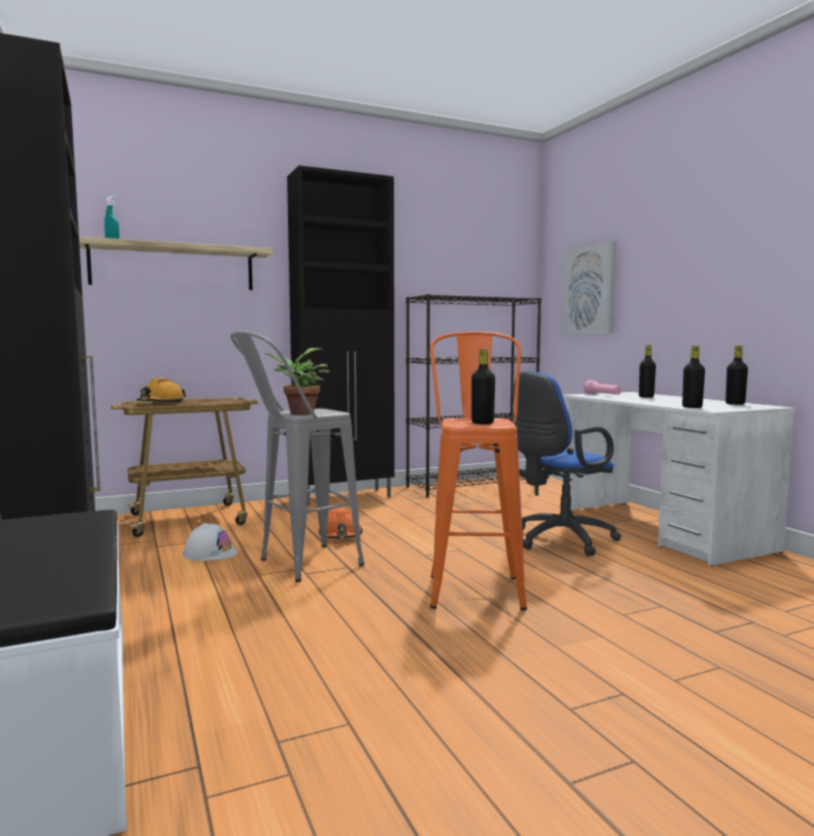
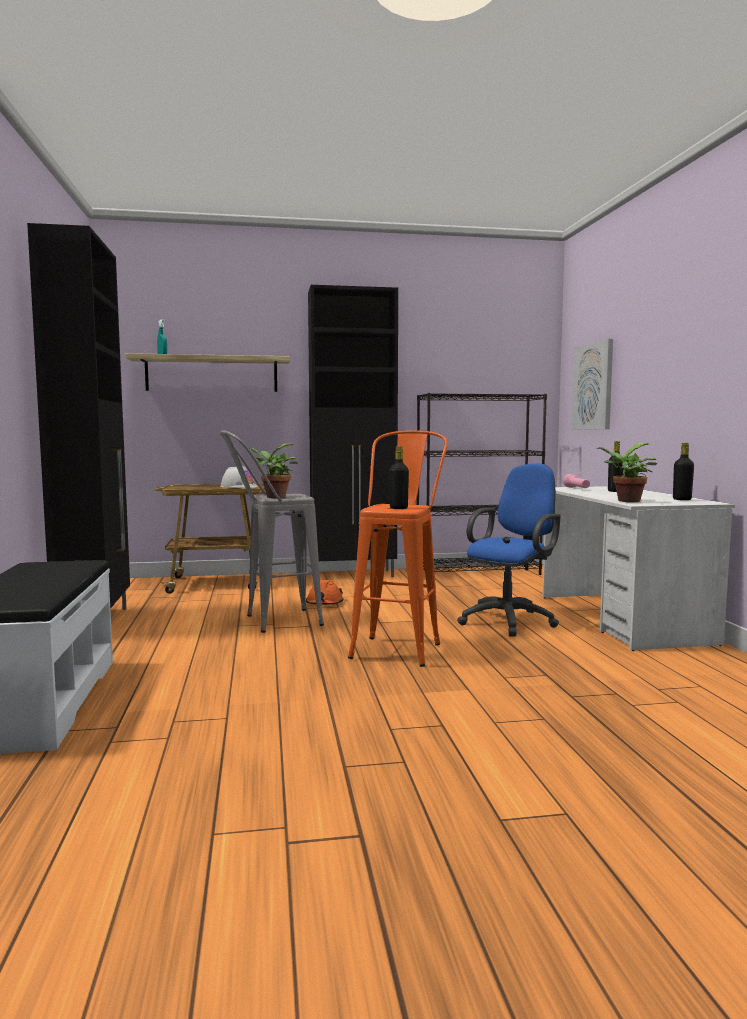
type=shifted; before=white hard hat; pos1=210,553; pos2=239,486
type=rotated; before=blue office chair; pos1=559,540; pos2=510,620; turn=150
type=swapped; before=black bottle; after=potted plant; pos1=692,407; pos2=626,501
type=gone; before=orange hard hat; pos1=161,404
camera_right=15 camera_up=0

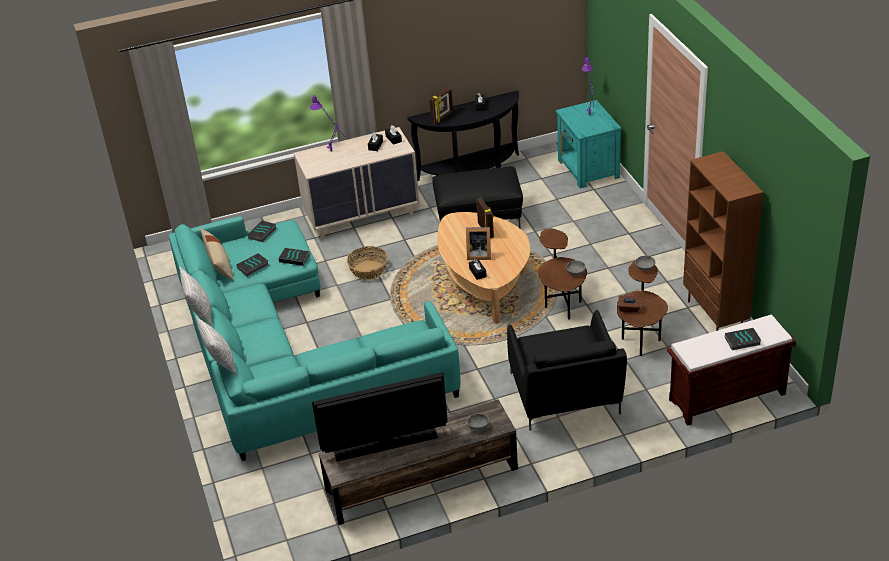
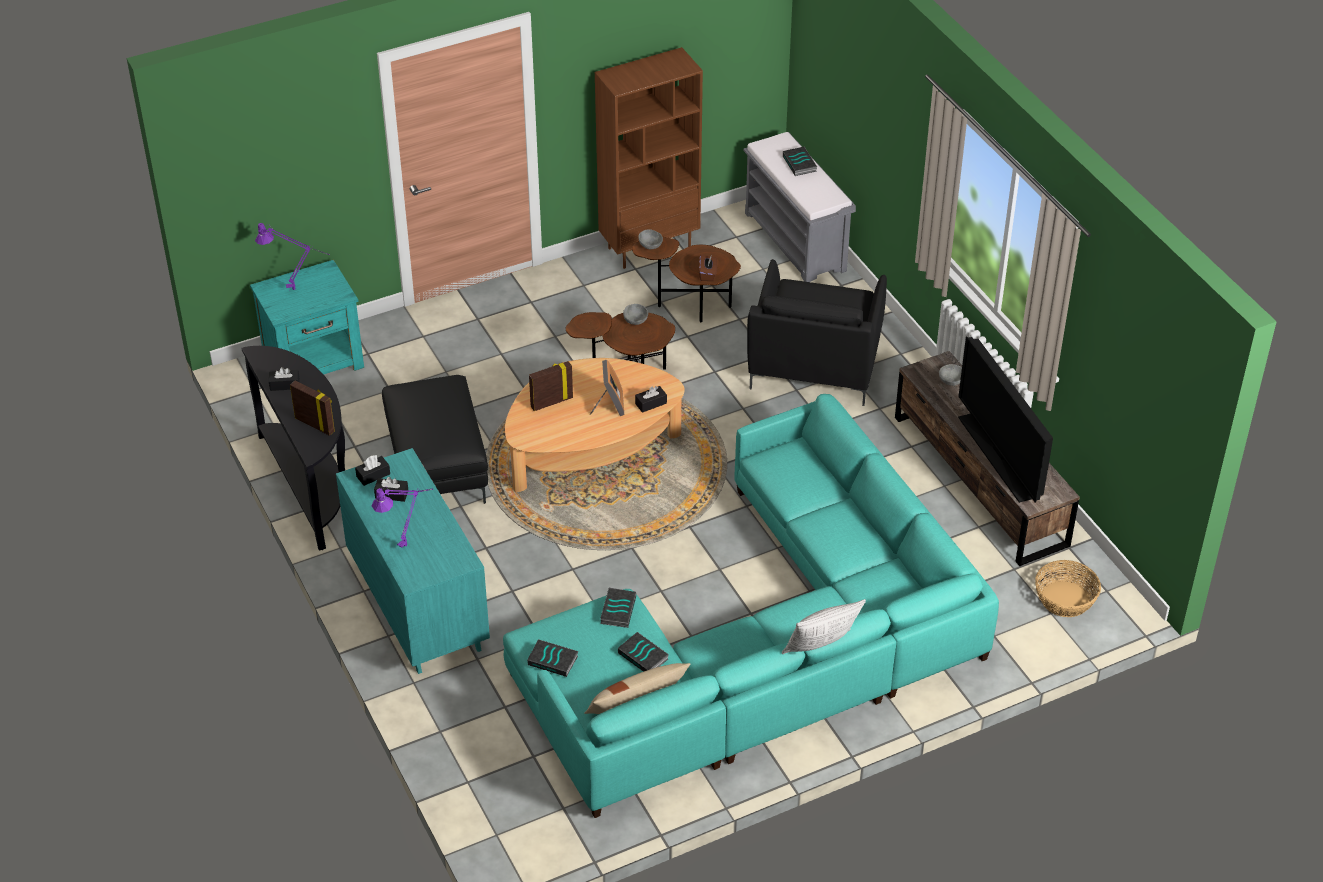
type=repainted; before=beige dresser; after=turquoise dresser; pos1=362,215; pos2=418,606
type=repainted; before=brown bench; after=grey bench; pos1=726,398; pos2=796,242
type=rotated; before=black armchair; pos1=565,396; pos2=813,366; turn=120
type=shifted; before=basket; pos1=368,270; pos2=1065,599
type=gone; before=pillow; pos1=221,363
camera_right=-100 camera_up=5

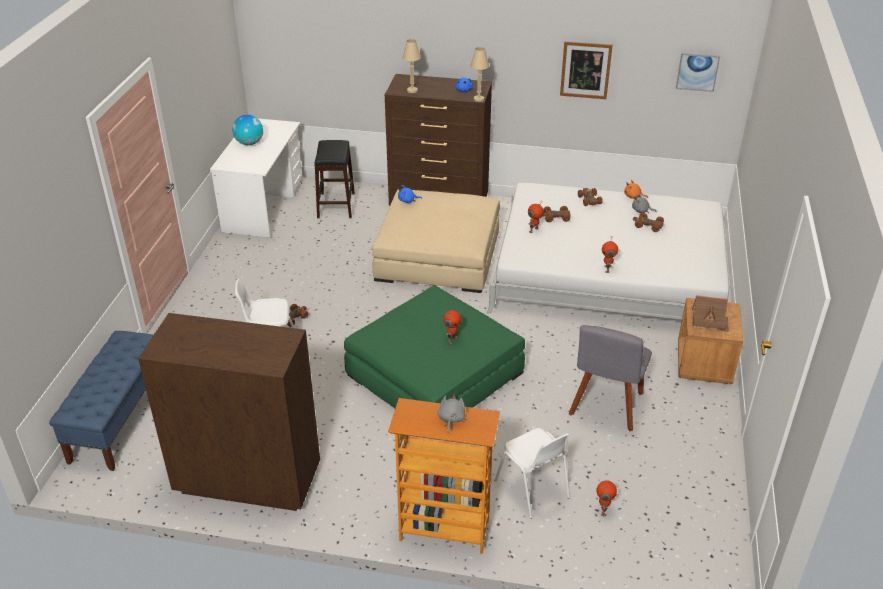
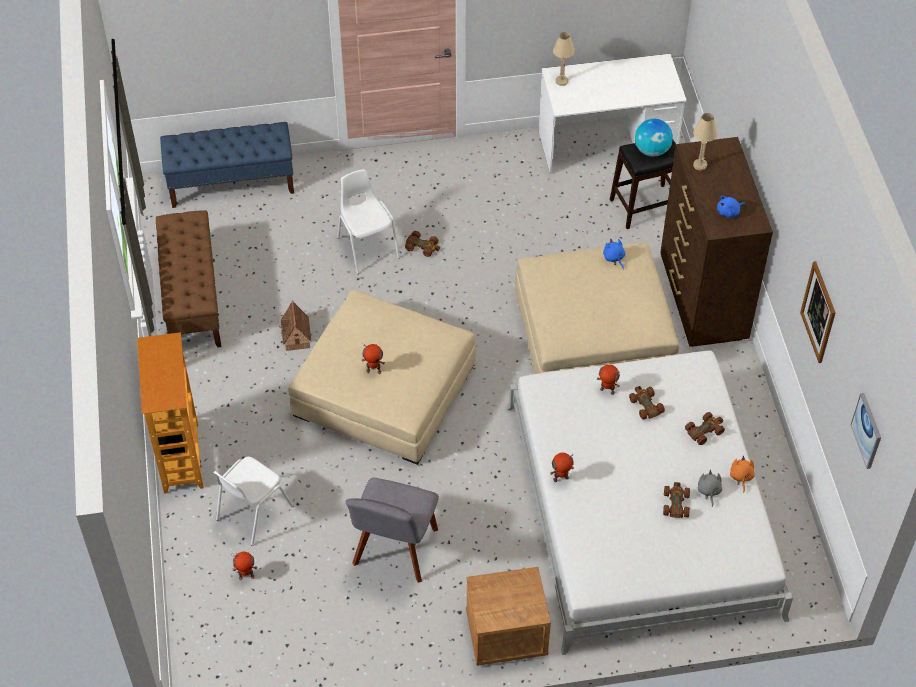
type=swapped; before=brown dresser; after=brown bench; pos1=247,480; pos2=192,299
type=shifted; before=toy house; pos1=709,322; pos2=296,334
type=repainted; before=green ottoman; after=beige ottoman; pos1=434,374; pos2=384,390
type=rotated; before=grey chair; pos1=606,406; pos2=394,551; turn=-75
type=shifted; before=beige table lamp; pos1=478,99; pos2=561,81
type=shifted; before=globe; pos1=249,143; pos2=652,151
type=gone; before=grey plush toy; pos1=451,419
camera_right=70 camera_up=15

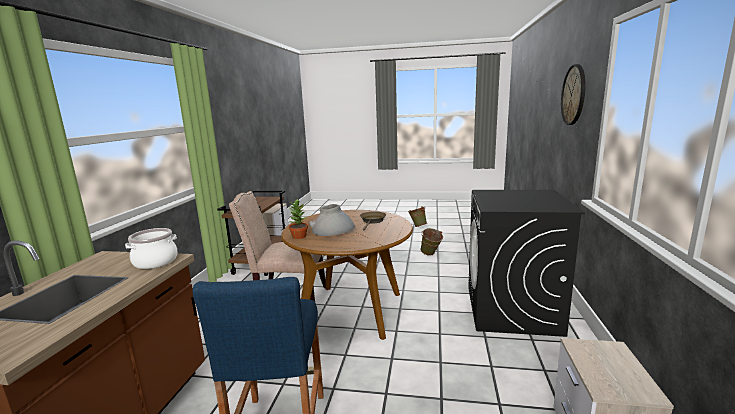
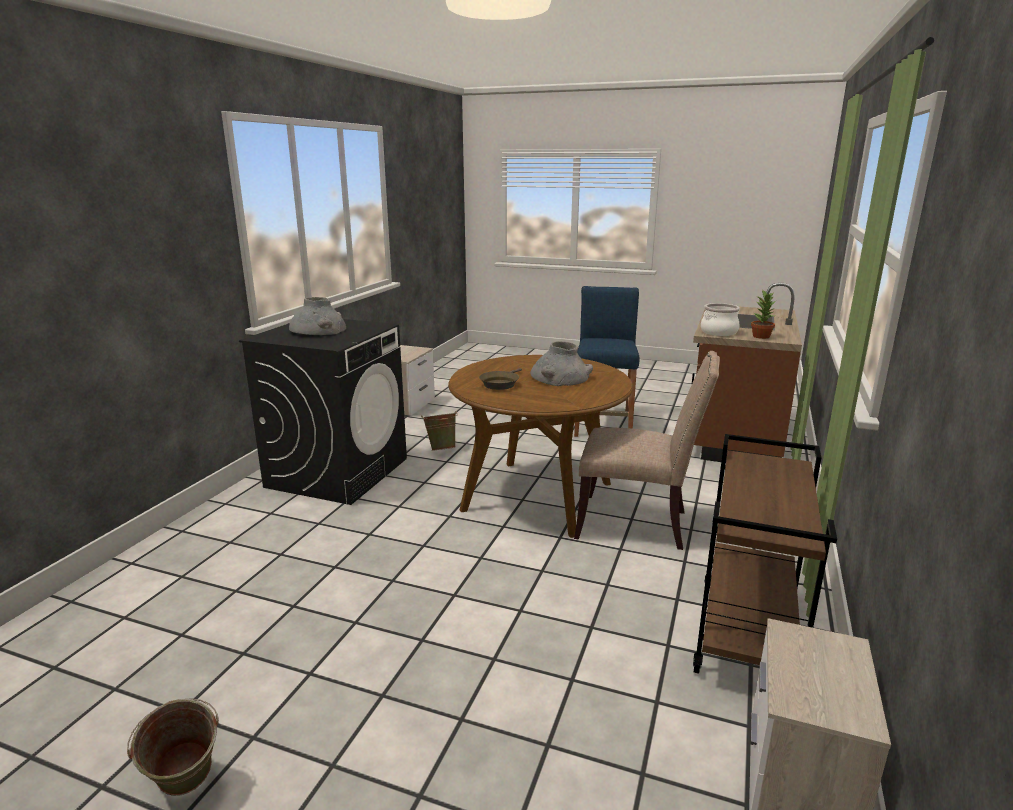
type=new; after=grey vase; pos2=318,330
type=shifted; before=green bucket; pos1=431,255; pos2=441,449
type=shifted; before=potted plant; pos1=299,236; pos2=761,336
type=gone; before=wall clock; pos1=574,95
camera_right=-170 camera_up=5

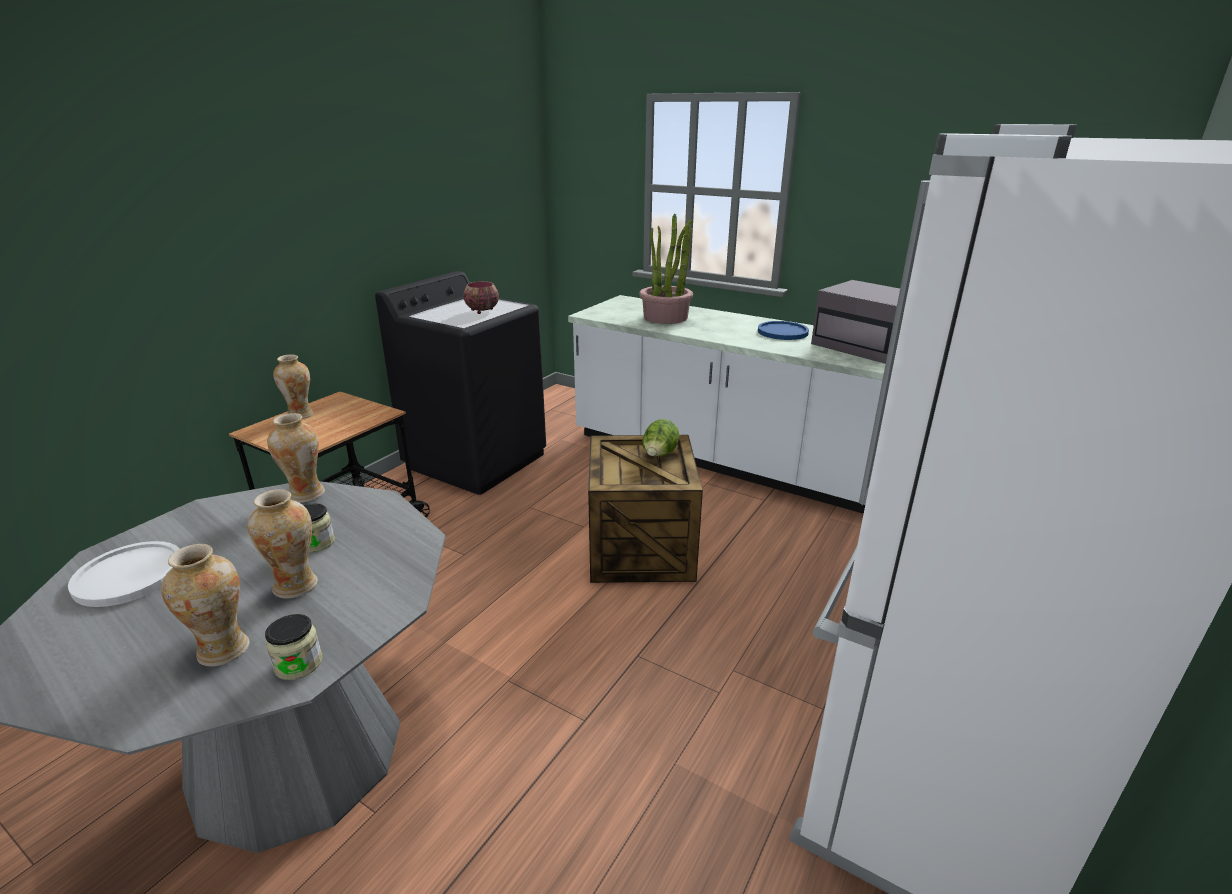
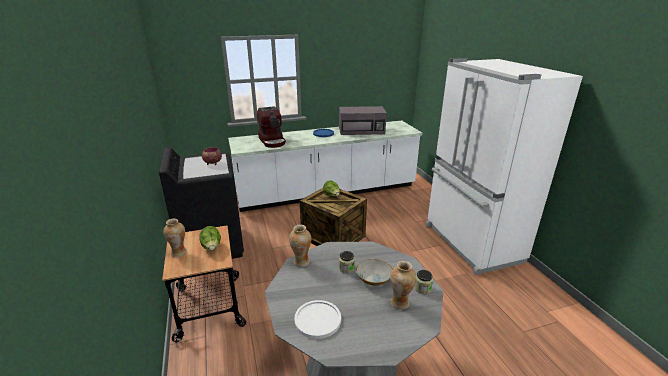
type=new; after=lettuce; pos2=212,247
type=swapped; before=potted plant; after=coffee machine; pos1=665,317; pos2=272,141
type=swapped; before=vase; after=bowl; pos1=296,586; pos2=373,279
camera_right=-50 camera_up=0

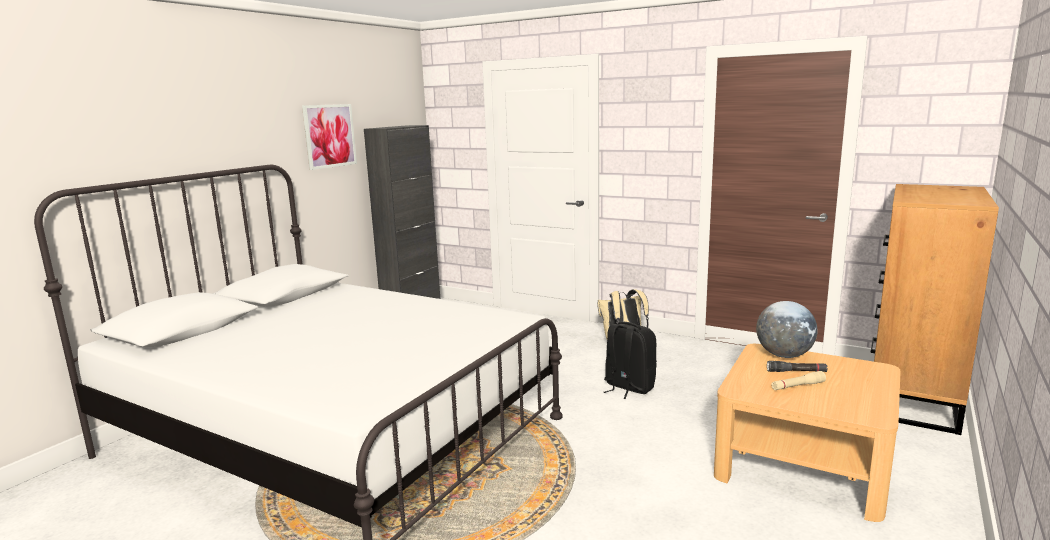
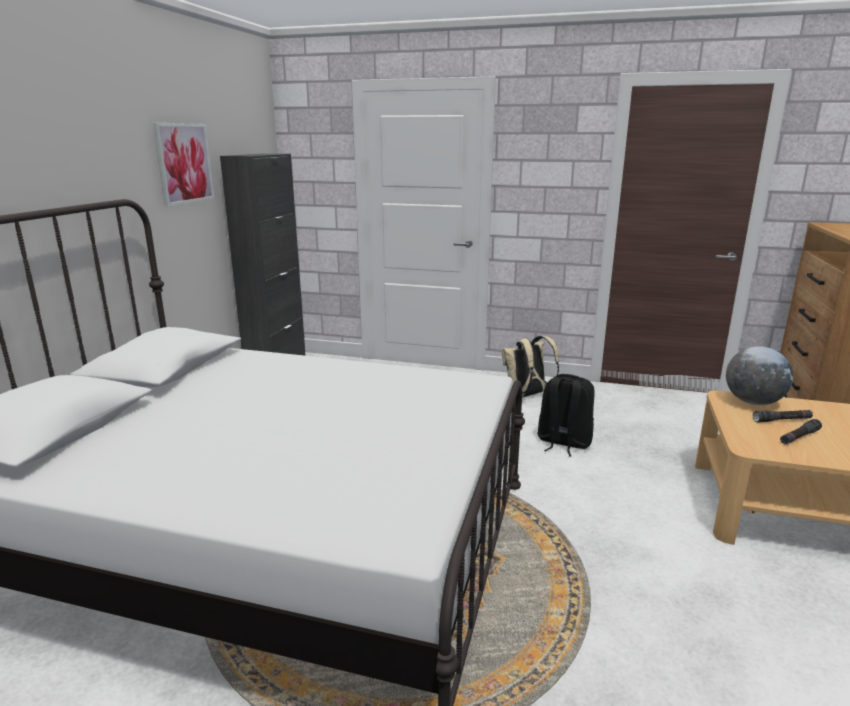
type=repainted; before=beige flashlight; after=black flashlight; pos1=797,386; pos2=799,437
camera_right=-15 camera_up=5

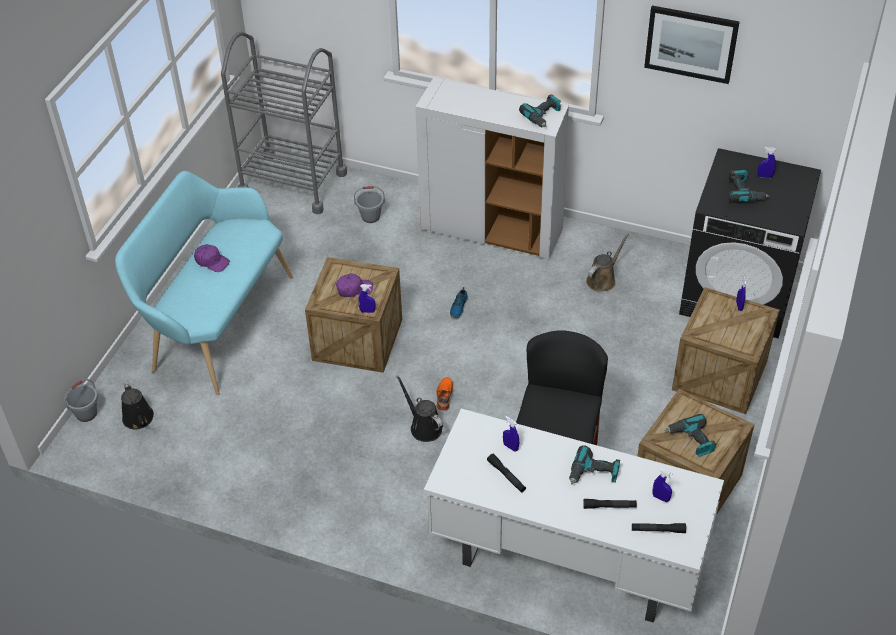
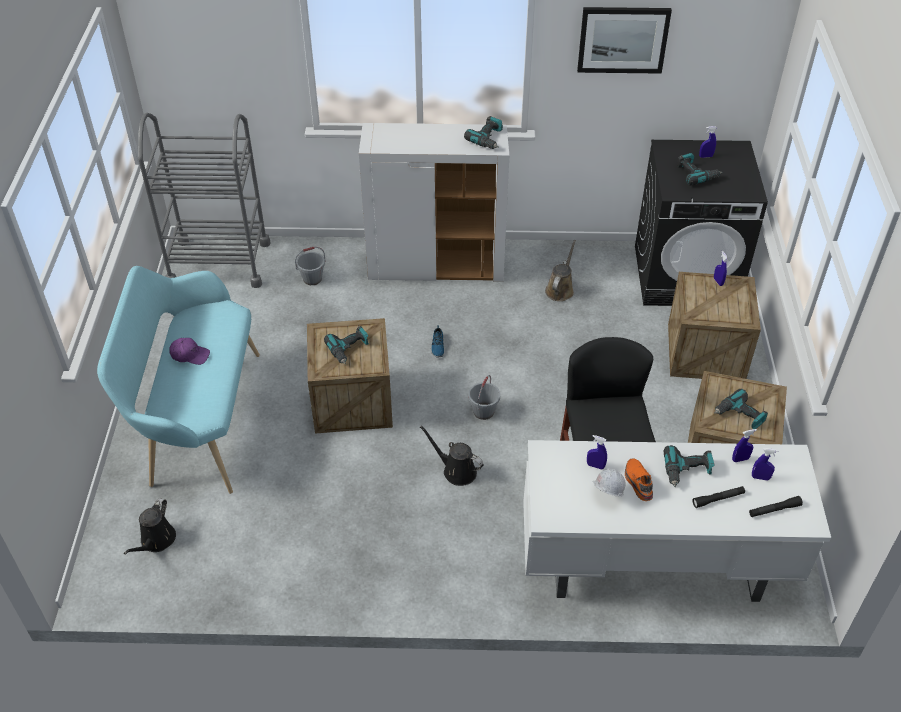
type=rotated; before=black watering can; pos1=139,419; pos2=156,541; turn=60
type=swapped; before=purple cap; after=power drill; pos1=354,289; pos2=349,349
type=shifted; before=grey bucket; pos1=86,414; pos2=483,411
type=swapped; before=black flashlight; after=white hard hat; pos1=506,476; pos2=606,496
type=shifted; before=orange shoe; pos1=444,396; pos2=637,482
type=shifted; before=blue spray bottle; pos1=367,311; pos2=740,459
camera_right=-20 camera_up=0

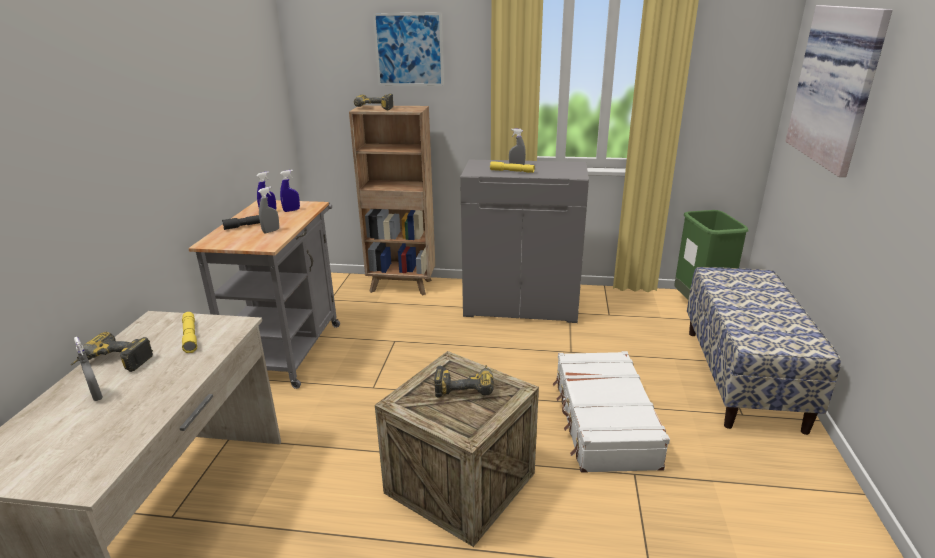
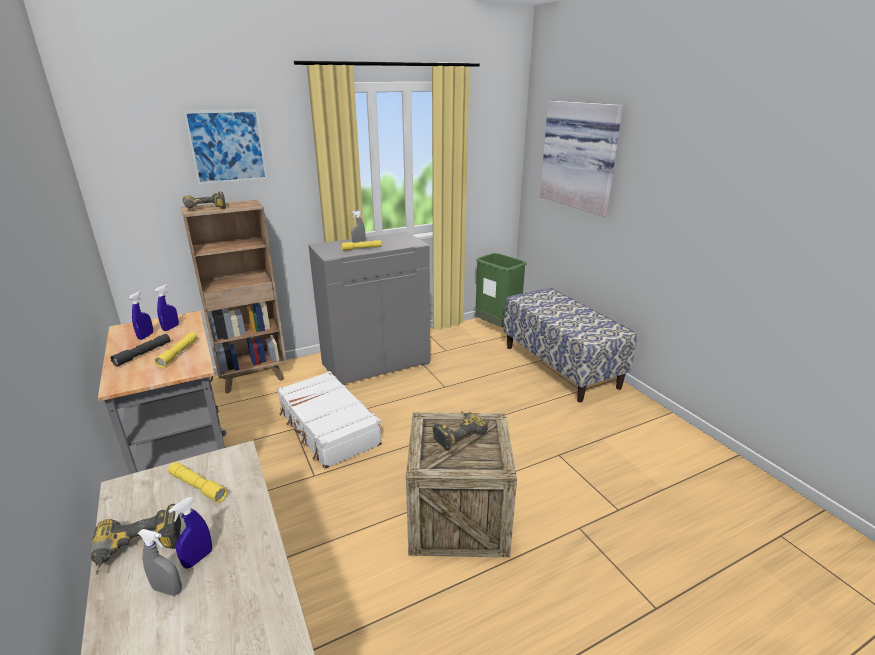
type=swapped; before=grey spray bottle; after=yellow flashlight; pos1=271,231; pos2=178,353
type=new; after=blue spray bottle; pos2=198,559
type=shifted; before=white suitcase; pos1=603,422; pos2=328,428
camera_right=-35 camera_up=0

